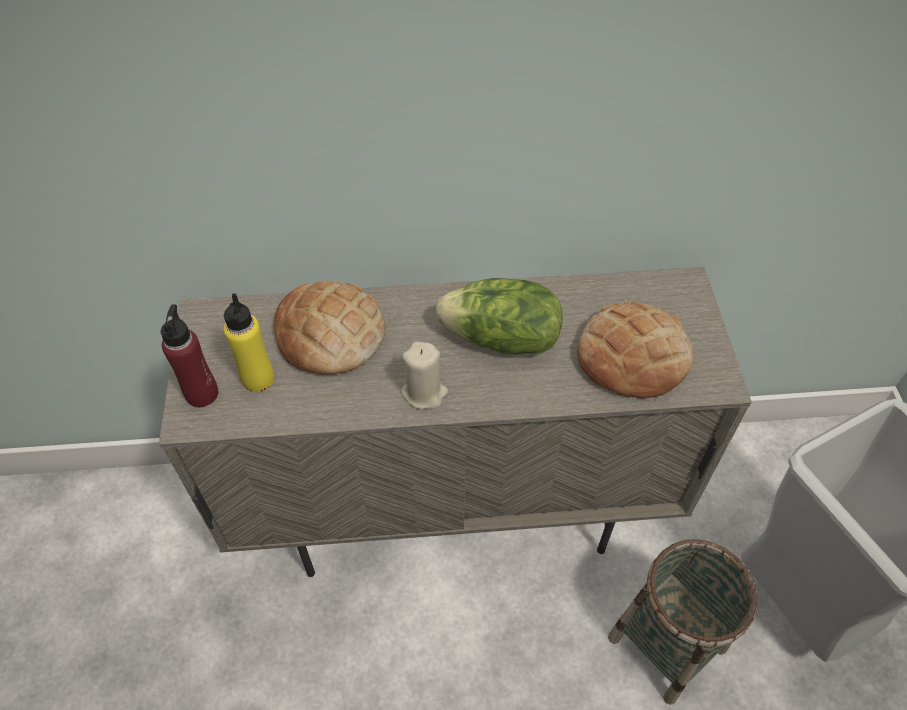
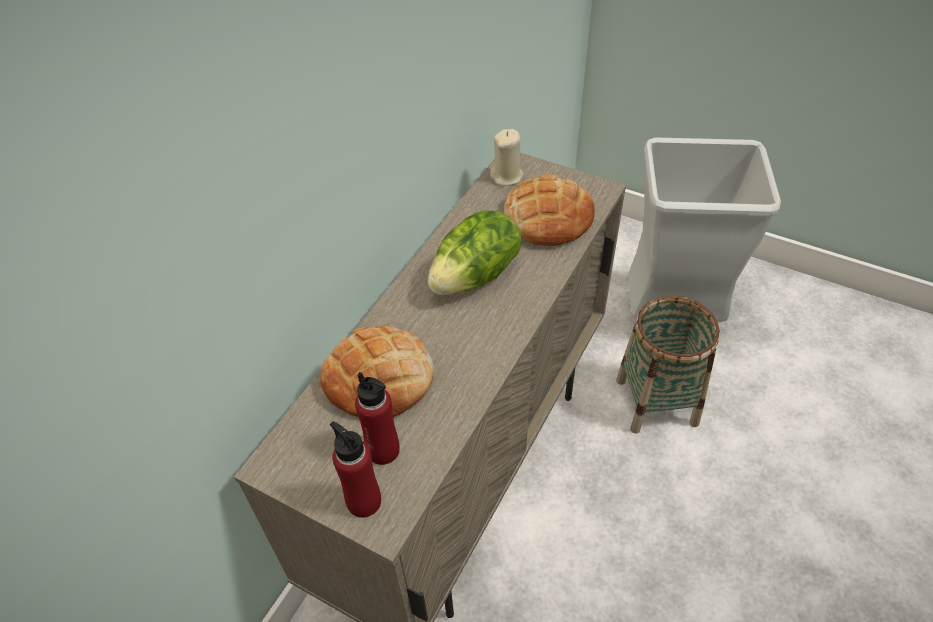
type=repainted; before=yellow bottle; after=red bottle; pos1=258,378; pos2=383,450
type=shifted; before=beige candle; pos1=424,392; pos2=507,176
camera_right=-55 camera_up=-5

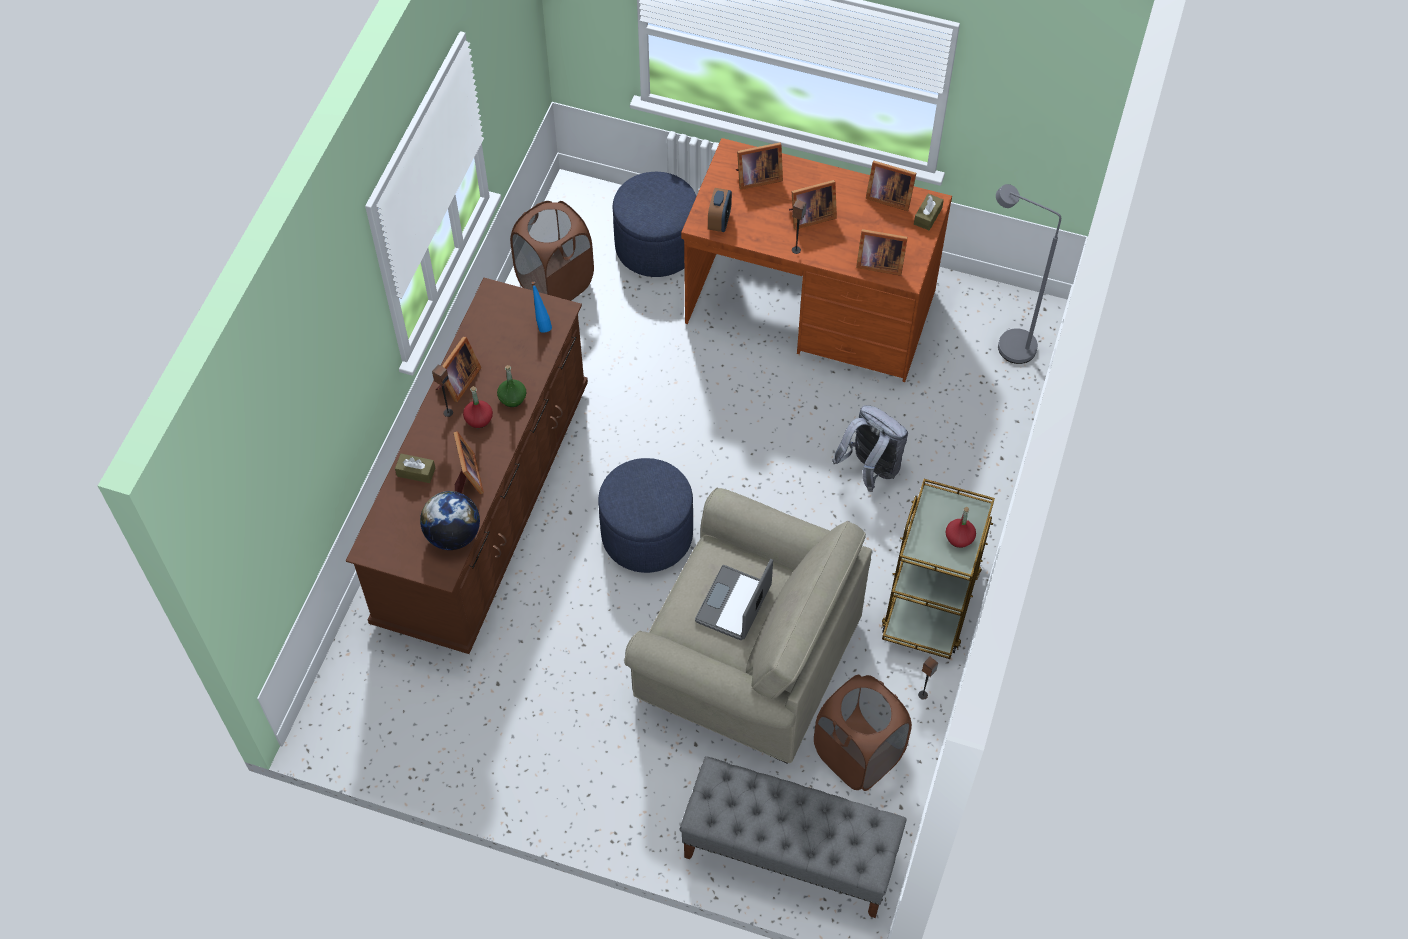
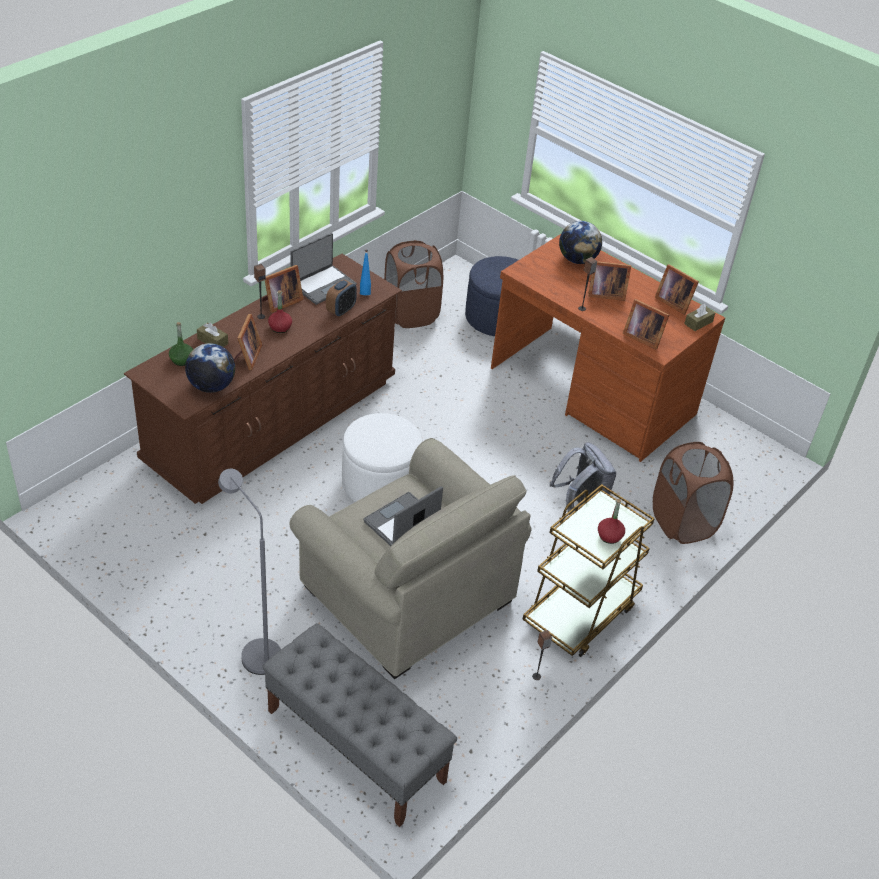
type=shifted; before=green bottle; pos1=512,398; pos2=181,360
type=shifted; before=grey floor lamp; pos1=1006,343; pos2=255,650
type=new; after=laptop; pos2=323,285
type=shifted; before=alarm clock; pos1=719,222; pos2=341,310
type=repainted; before=blue ottoman; after=white ottoman; pos1=647,534; pos2=380,483
type=swapped; before=picture frame; after=globe; pos1=756,178; pos2=577,260
type=shifted; before=brown laundry basket; pos1=858,754; pos2=683,523
camera_right=20 camera_up=-15

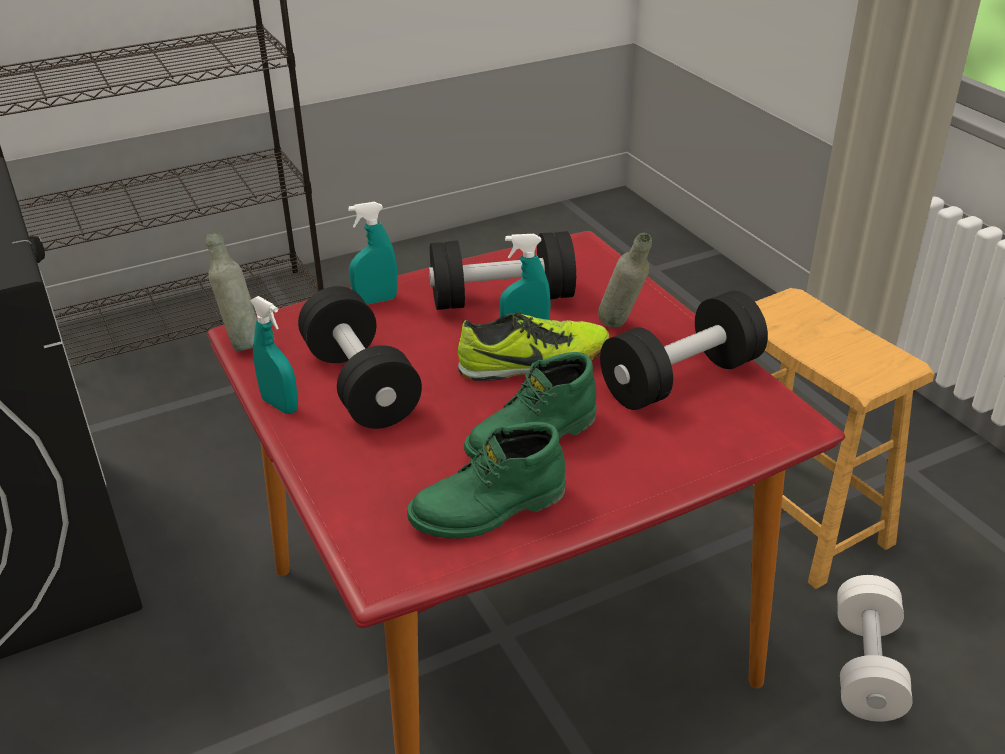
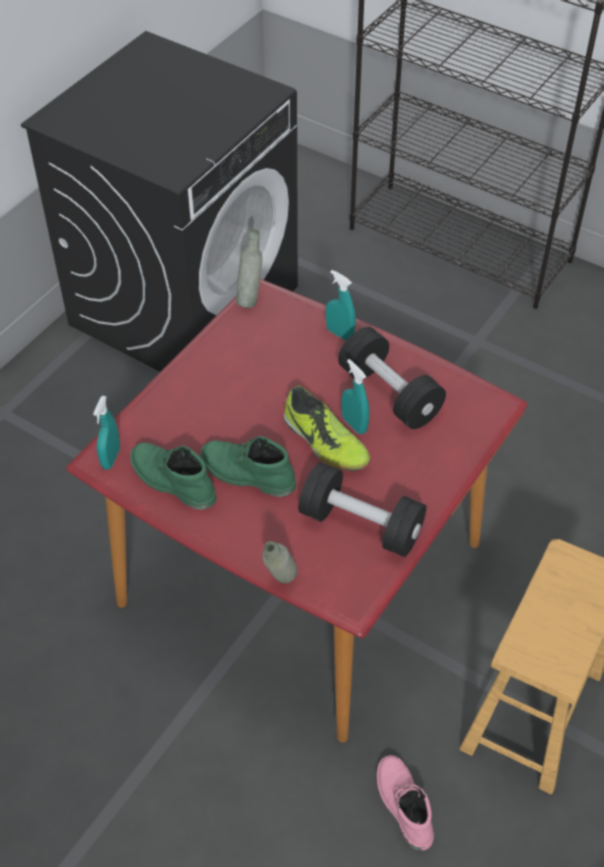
type=shifted; before=turquoise spray bottle; pos1=280,405; pos2=111,458
type=shifted; before=grey bottle; pos1=622,328; pos2=280,584
type=swapped; before=white dumbbell; after=pink boot; pos1=866,667; pos2=402,805
type=gone; before=black dumbbell; pos1=360,385
camera_right=60 camera_up=15

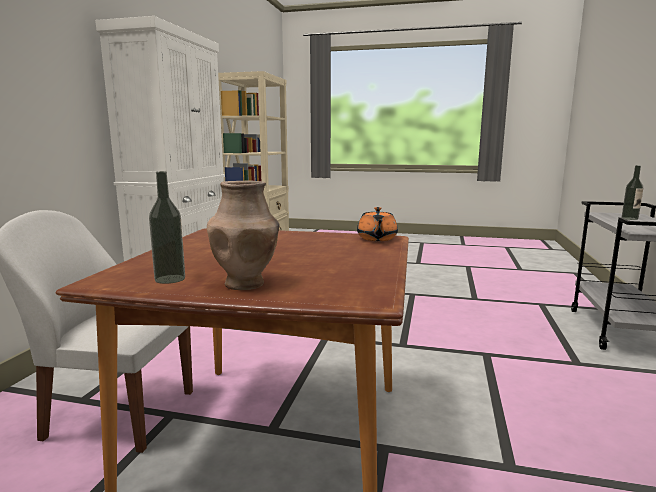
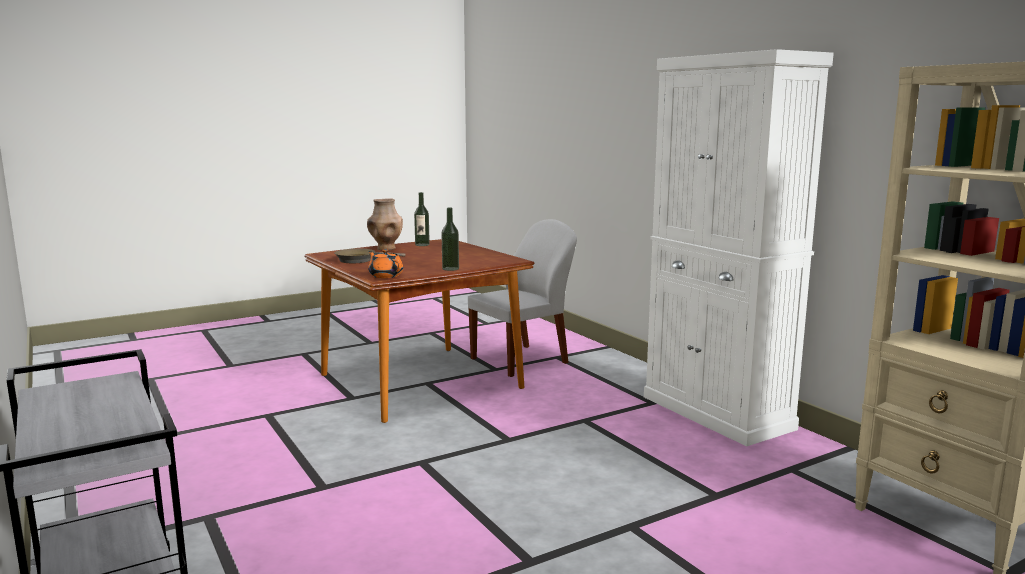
type=new; after=brown frying pan; pos2=359,260
type=shifted; before=bottle; pos1=629,218; pos2=450,269
camera_right=135 camera_up=0

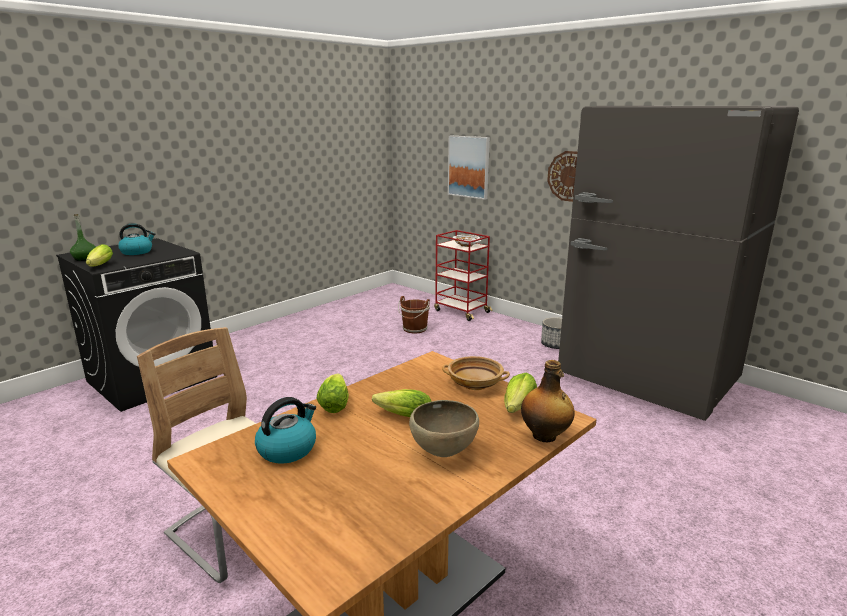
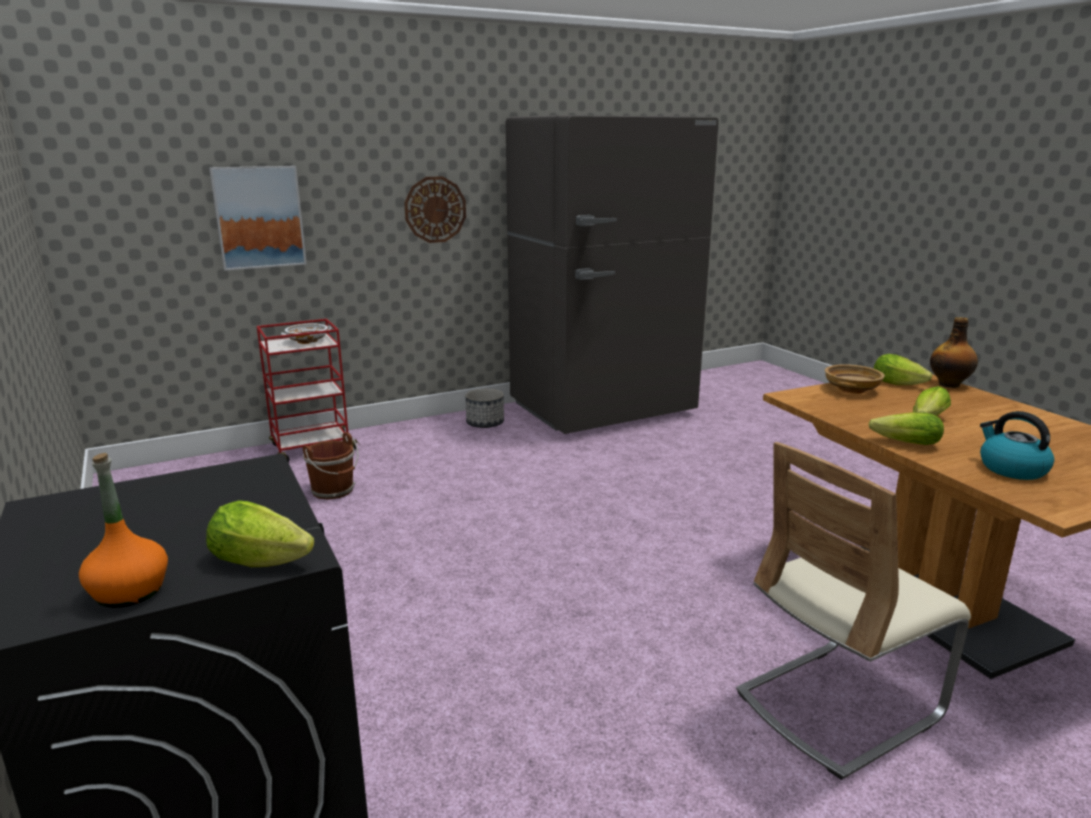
type=repainted; before=green bottle; after=orange bottle; pos1=85,259; pos2=129,592
type=gone; before=kettle; pos1=137,252
type=gone; before=brown bowl; pos1=444,452
camera_right=-70 camera_up=0

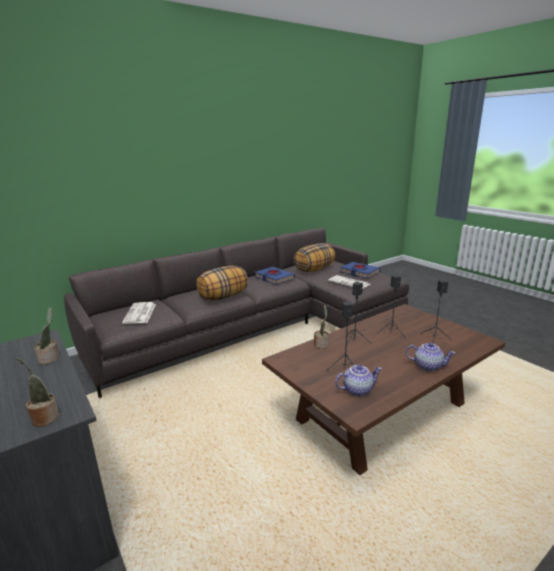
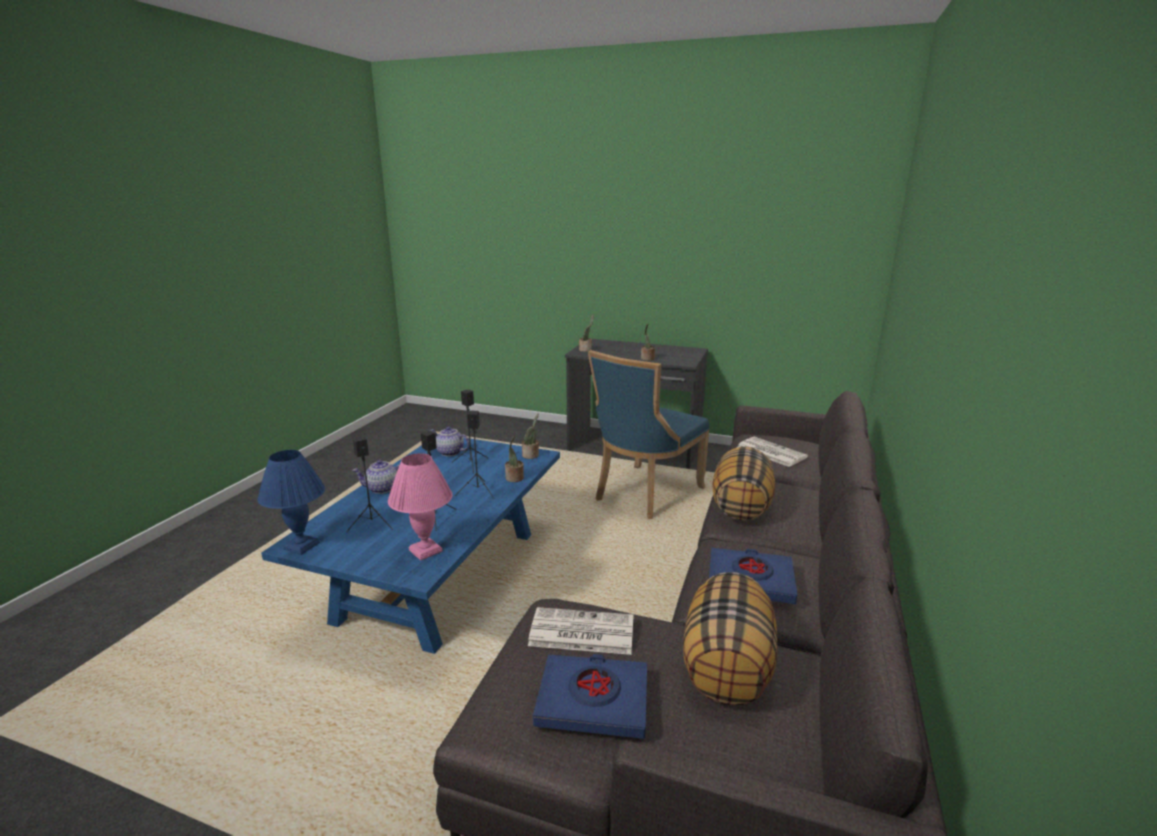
type=new; after=blue table lamp; pos2=302,546
type=repainted; before=brown coffee table; after=blue coffee table; pos1=381,411; pos2=441,575
type=new; after=pink table lamp; pos2=426,550
type=rotated; before=teapot; pos1=357,390; pos2=449,453; turn=75
type=new; after=potted plant; pos2=531,456
type=new; after=blue chair; pos2=644,494
camera_right=145 camera_up=0

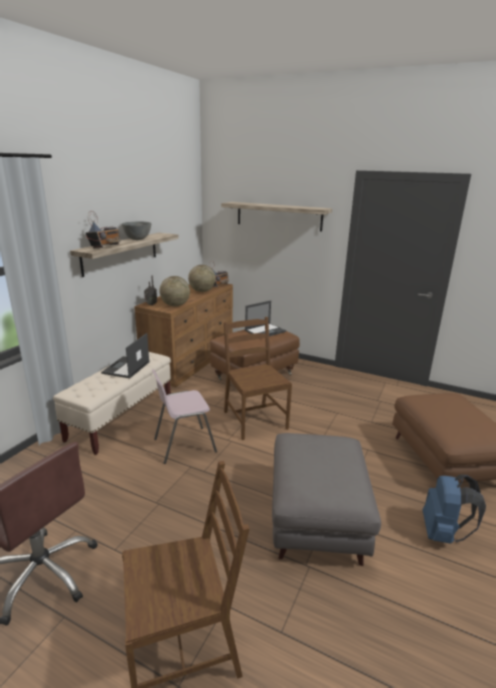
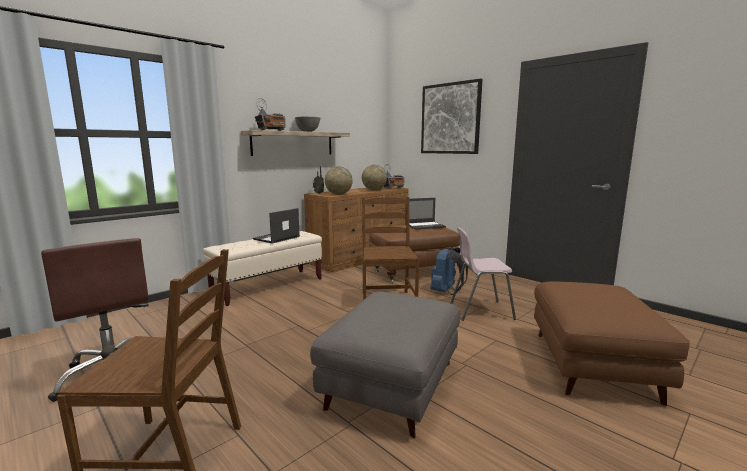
type=swapped; before=shelf; after=picture; pos1=278,216; pos2=450,118
type=shifted; before=blue backpack; pos1=443,533; pos2=447,292
type=shifted; before=pink chair; pos1=183,445; pos2=480,311
camera_right=20 camera_up=-10

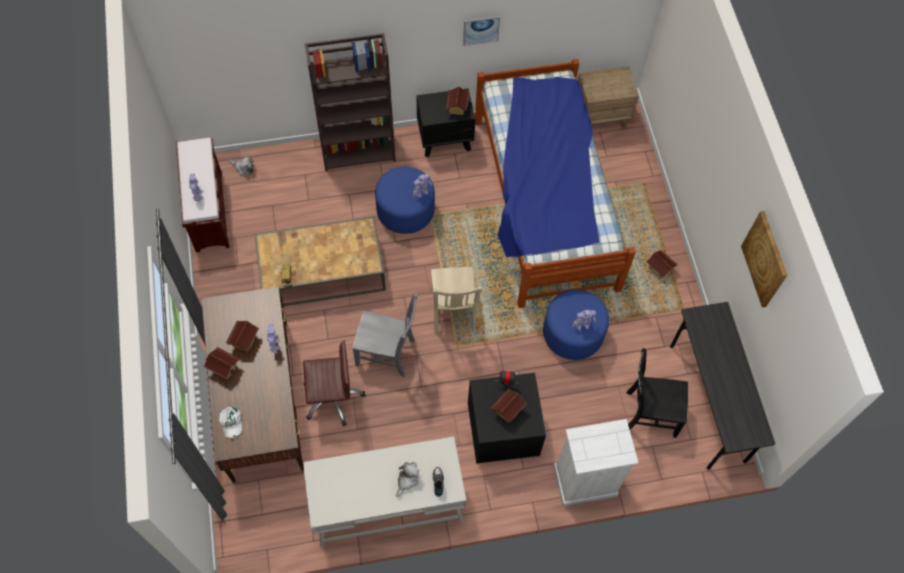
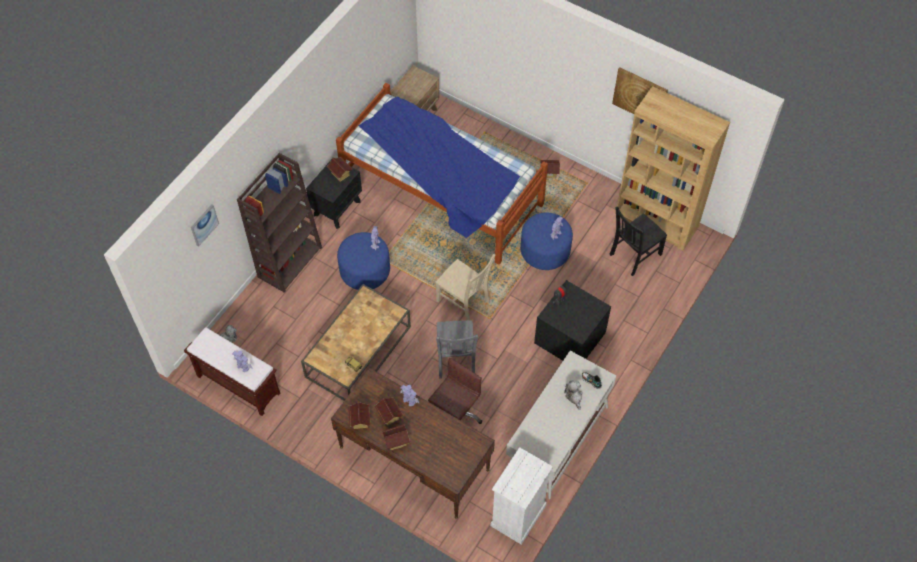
type=shifted; before=picture; pos1=481,30; pos2=204,225
type=shifted; before=toy house; pos1=507,410; pos2=360,420
type=rotated; before=grey chair; pos1=387,353; pos2=455,360; turn=120
type=shifted; before=white dresser; pos1=584,481; pos2=518,516
type=swapped; before=grey desk; after=brown bookcase; pos1=707,403; pos2=656,221
type=gone; before=white cap; pos1=231,422
camera_right=-45 camera_up=-5

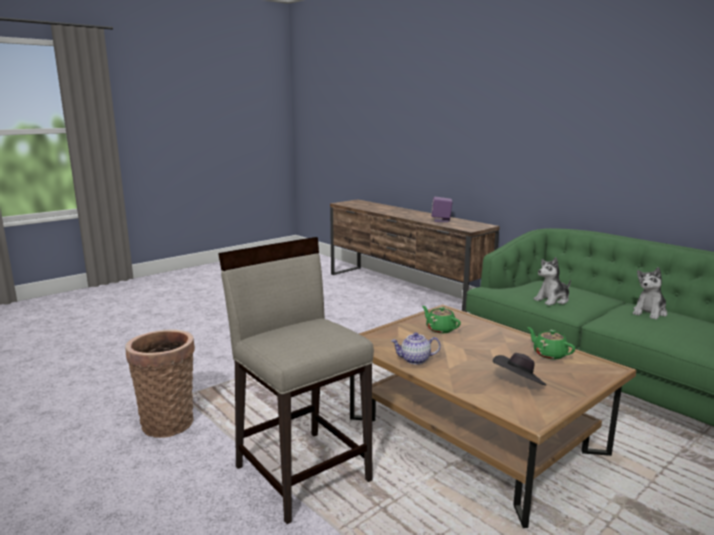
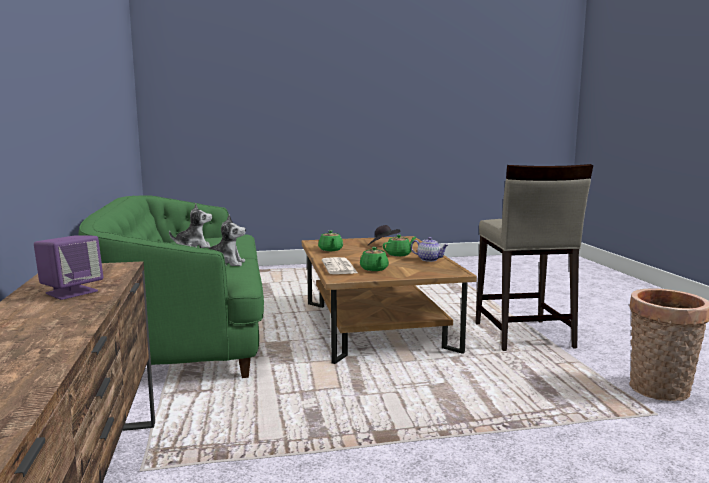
type=new; after=newspaper; pos2=339,267
type=new; after=green teapot; pos2=399,254
camera_right=-150 camera_up=-5

